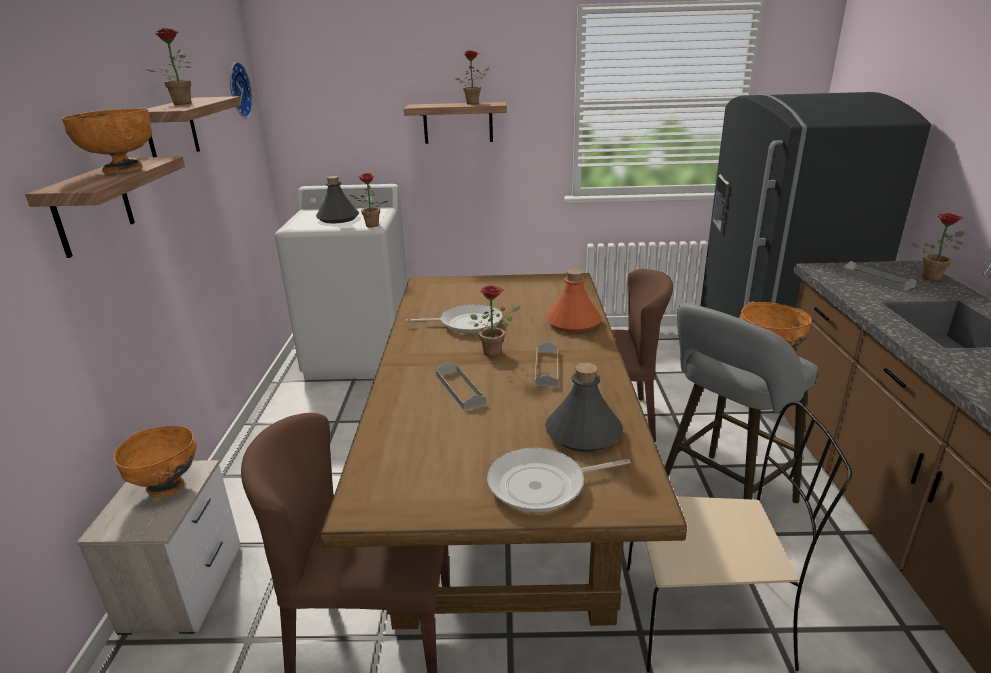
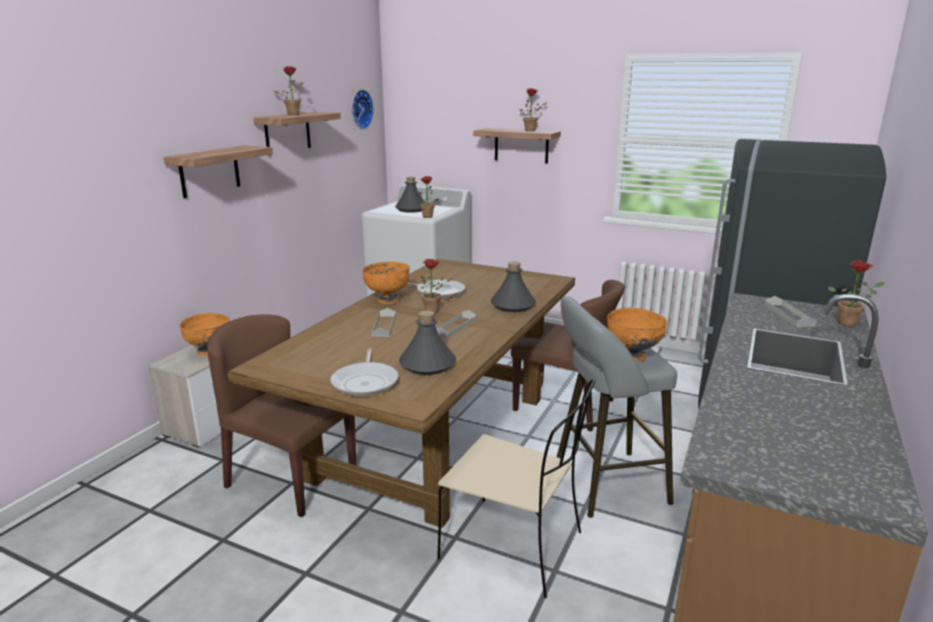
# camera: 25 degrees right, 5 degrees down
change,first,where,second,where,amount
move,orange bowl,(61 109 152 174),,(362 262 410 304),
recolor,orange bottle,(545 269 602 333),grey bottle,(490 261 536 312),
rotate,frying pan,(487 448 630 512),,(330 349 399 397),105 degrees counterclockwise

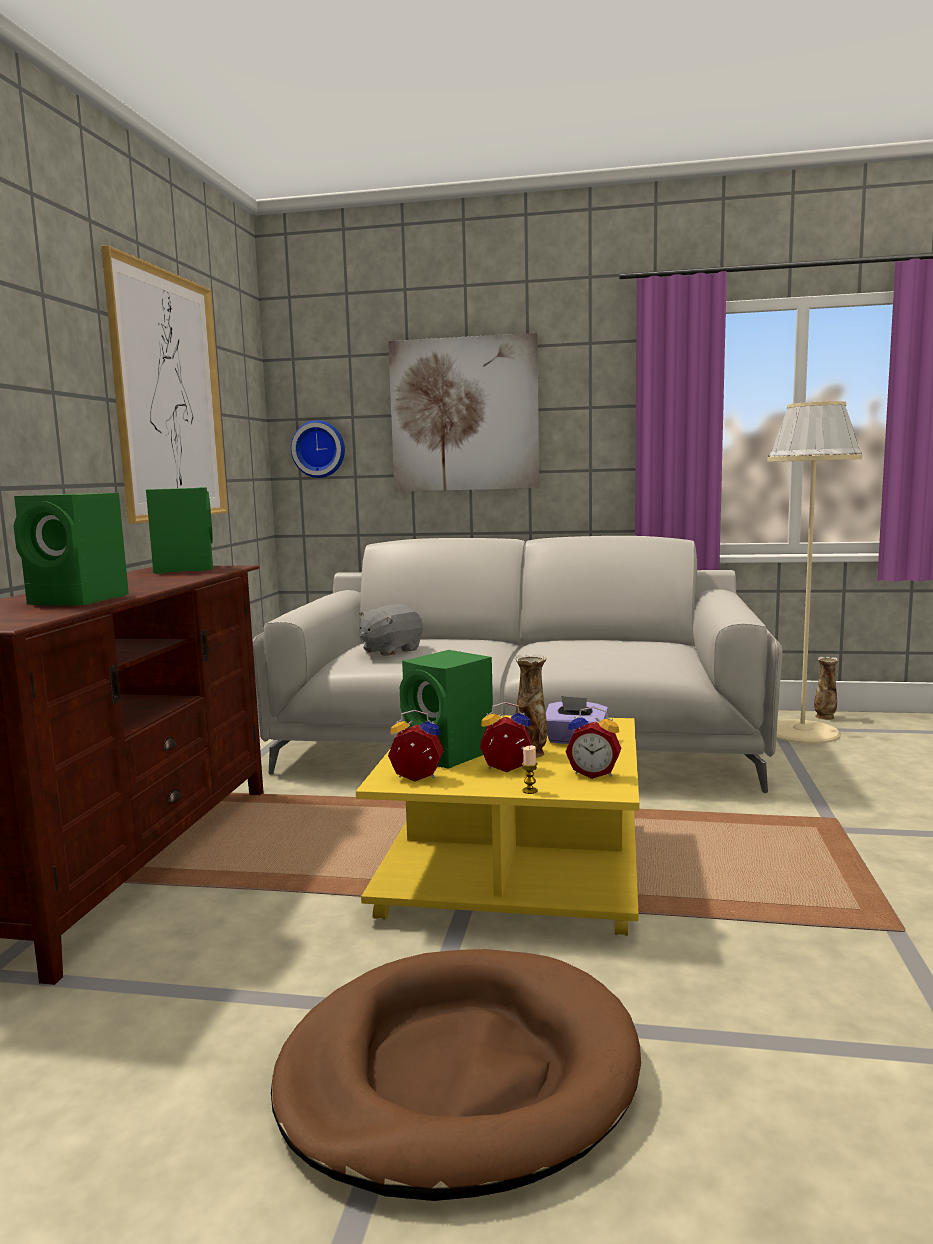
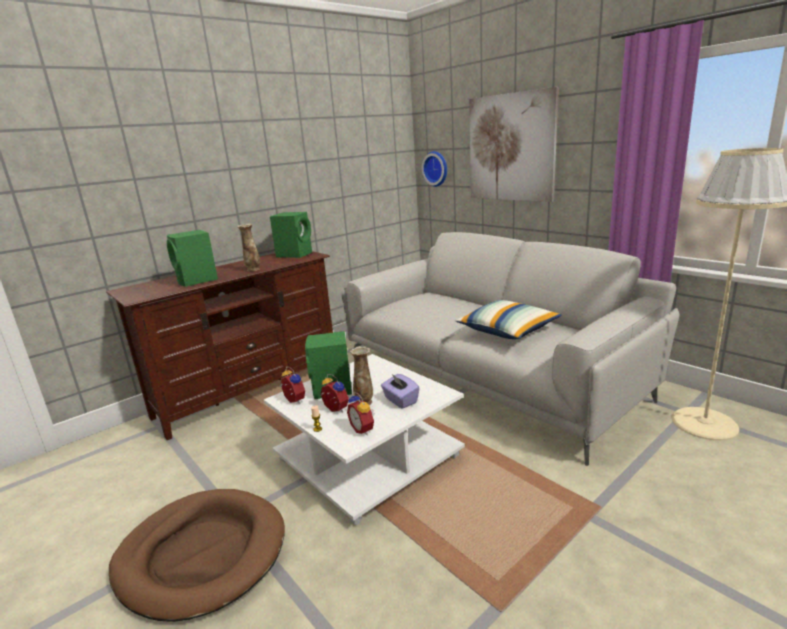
# camera: 40 degrees right, 10 degrees up
change,first,where,second,where,amount
delete,picture,(101 245 228 524),,,
delete,grey plush toy,(359 604 423 656),,,
move,vase,(814 657 839 720),,(237 224 261 271),
recolor,yellow coffee table,(356 715 639 936),white coffee table,(264 354 465 525),
insert,,,pillow,(456 300 562 339),

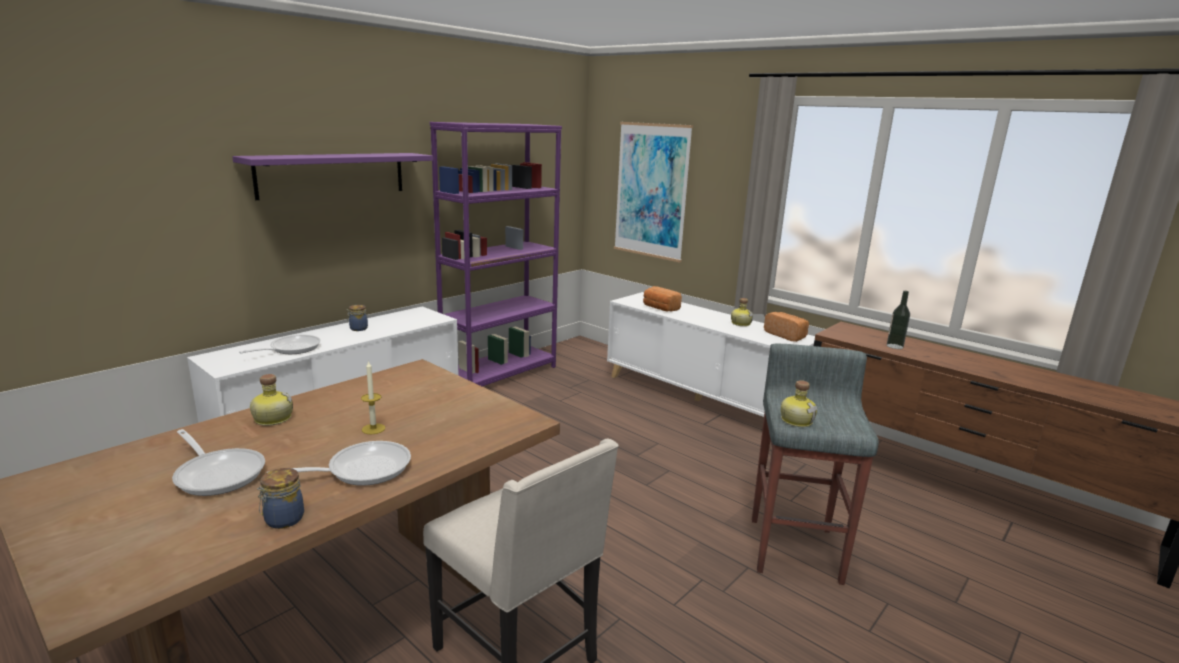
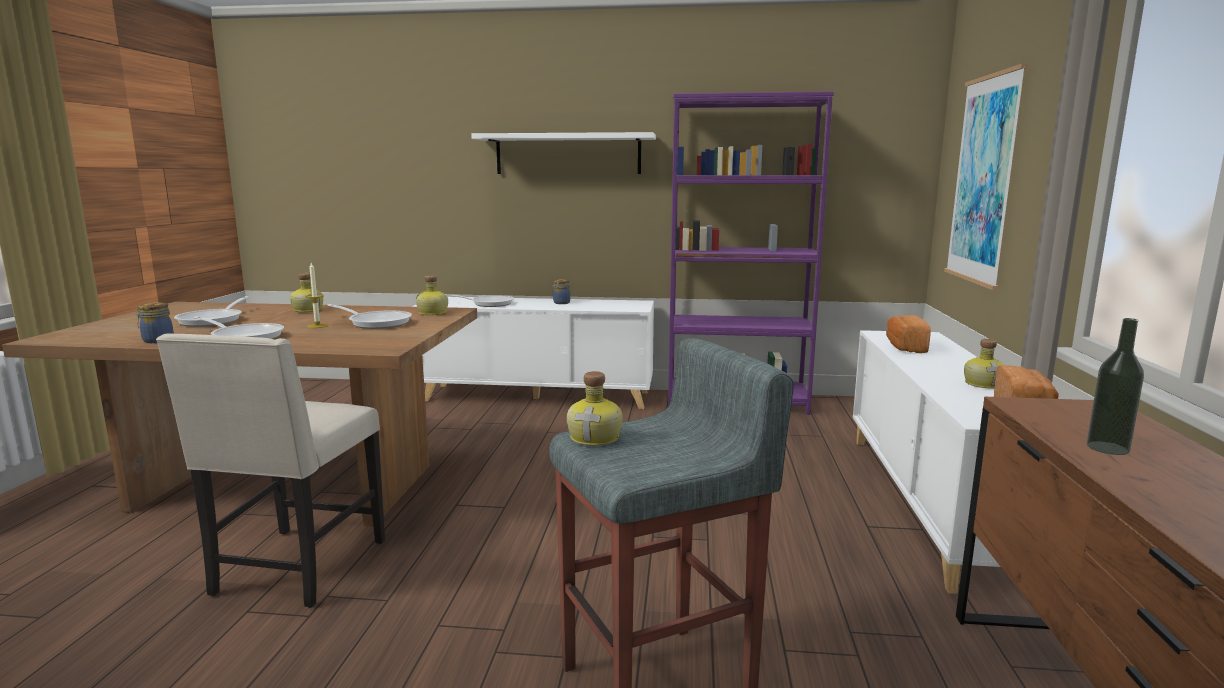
# camera: 55 degrees right, 5 degrees down
change,first,where,second,where,amount
recolor,purple shelf,(232 153 433 200),white shelf,(471 132 656 174),
insert,,,bottle,(416 275 448 315),
insert,,,frying pan,(327 304 412 329),

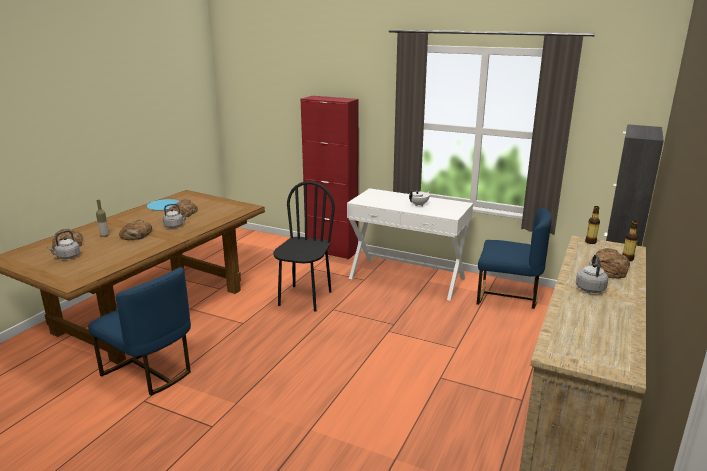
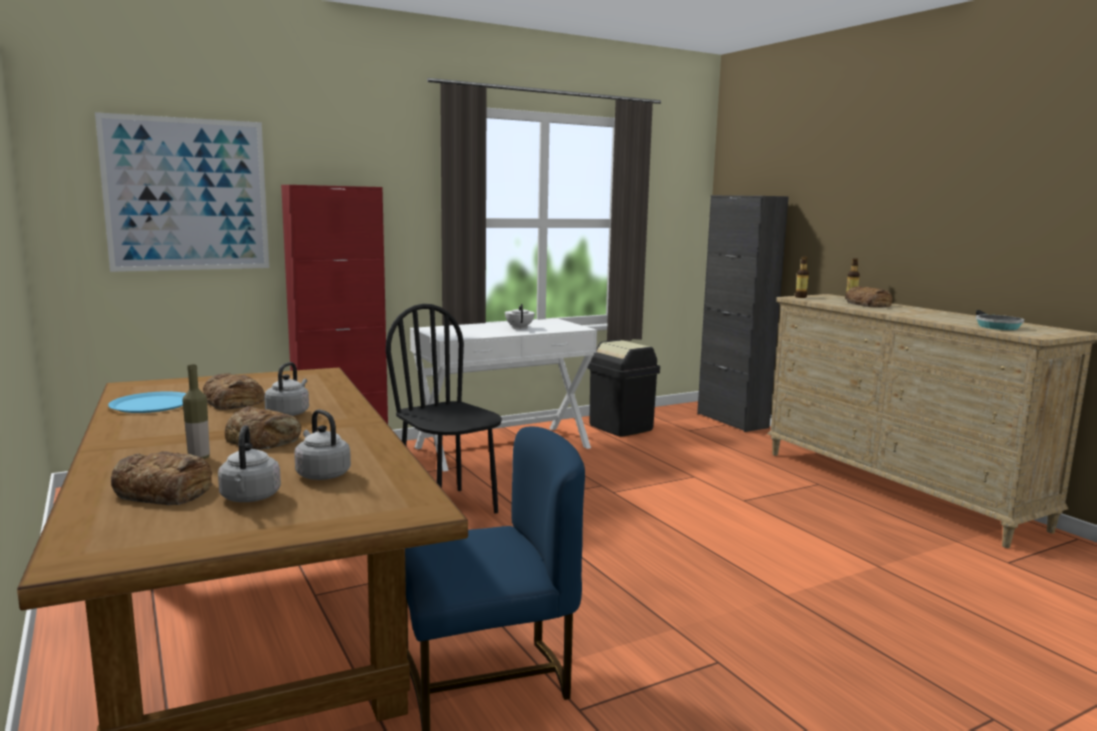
# camera: 55 degrees left, 10 degrees down
change,first,where,second,where,amount
replace,blue chair,(477 208 552 309),black trash can,(587 340 660 437),
move,grey kettle,(576 254 608 293),,(294 409 351 480),
insert,,,picture,(95 112 269 272),
insert,,,frying pan,(976 310 1024 330),

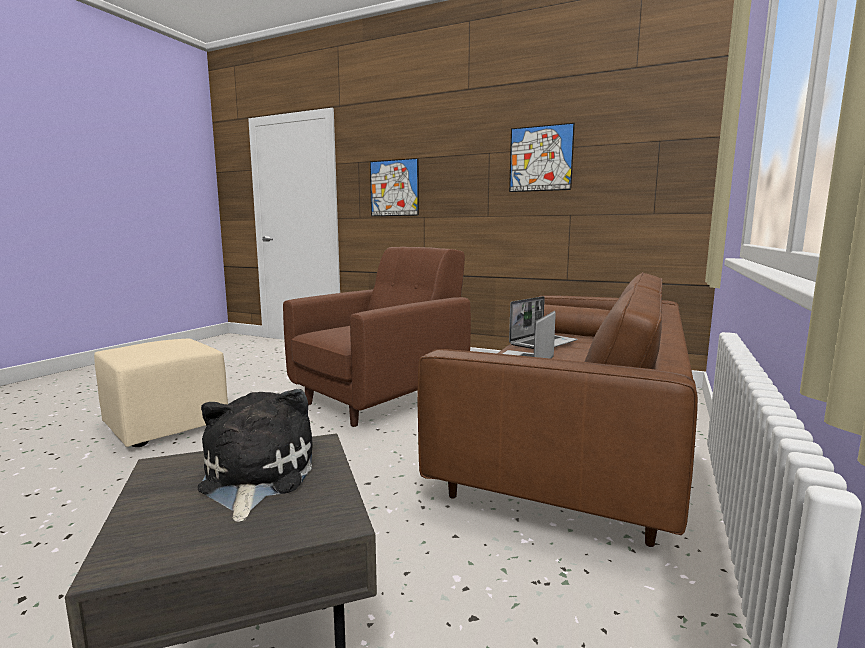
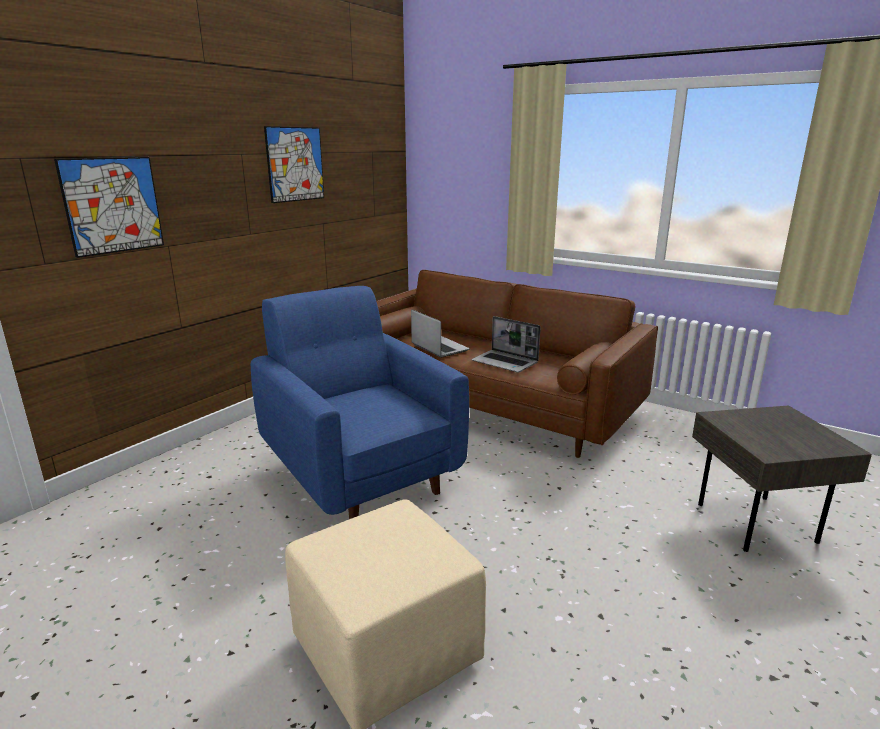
# camera: 80 degrees left, 10 degrees up
change,first,where,second,where,amount
recolor,brown armchair,(283 247 471 427),blue armchair,(251 286 469 519),
delete,plush toy,(198 389 313 522),,,

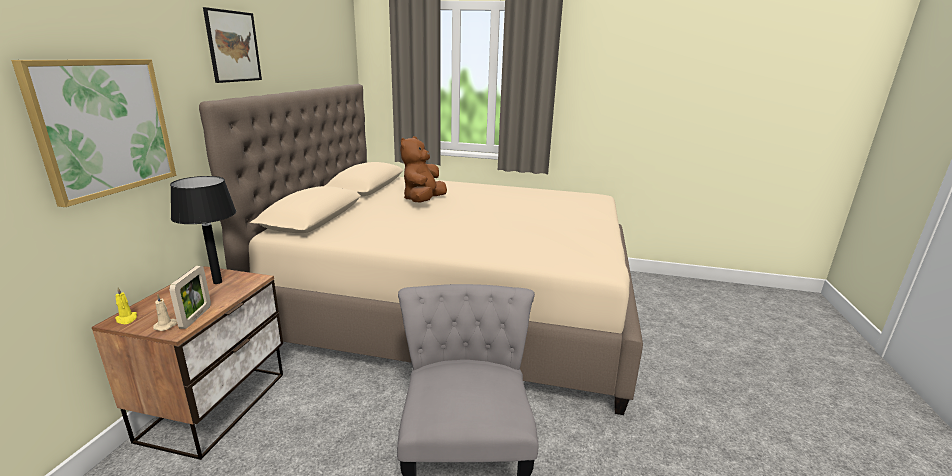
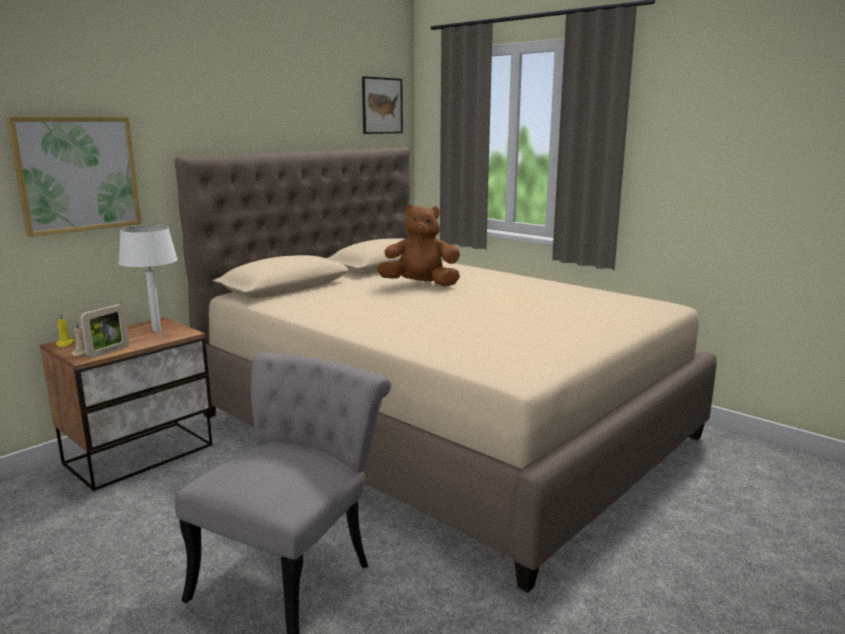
# camera: 30 degrees right, 5 degrees down
change,first,where,second,where,amount
move,picture,(203 7 262 83),,(362 76 403 134),
rotate,brown plush toy,(400 136 447 202),,(377 204 460 286),45 degrees clockwise
recolor,black table lamp,(170 176 236 284),white table lamp,(118 225 178 332),

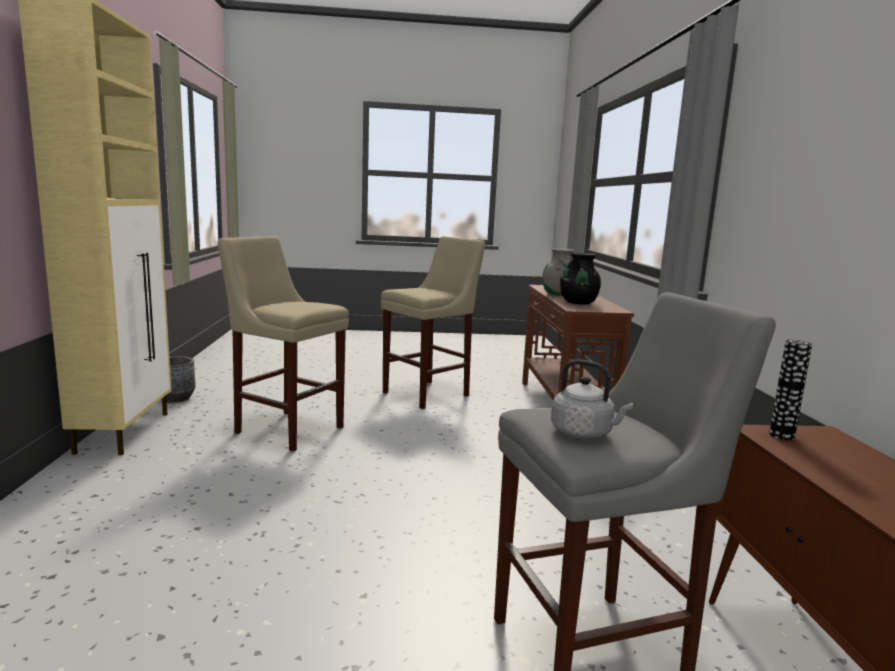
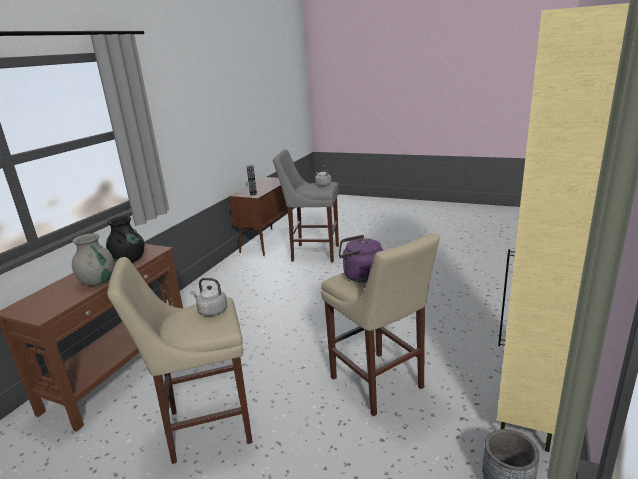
# camera: 150 degrees left, 10 degrees up
change,first,where,second,where,amount
insert,,,purple kettle,(339 235 383 283),
insert,,,grey kettle,(190 278 227 316),

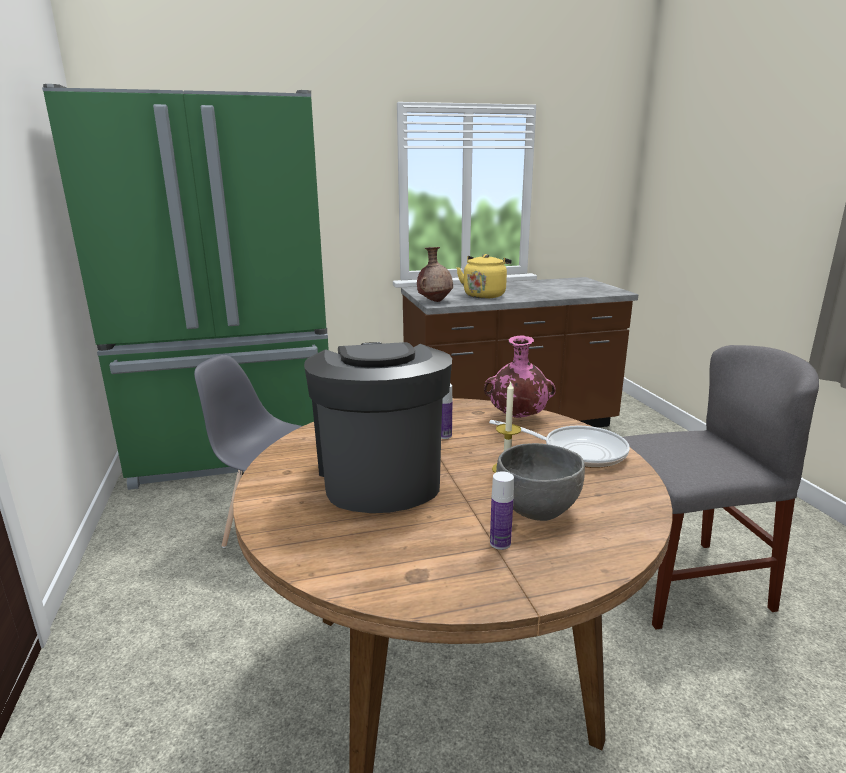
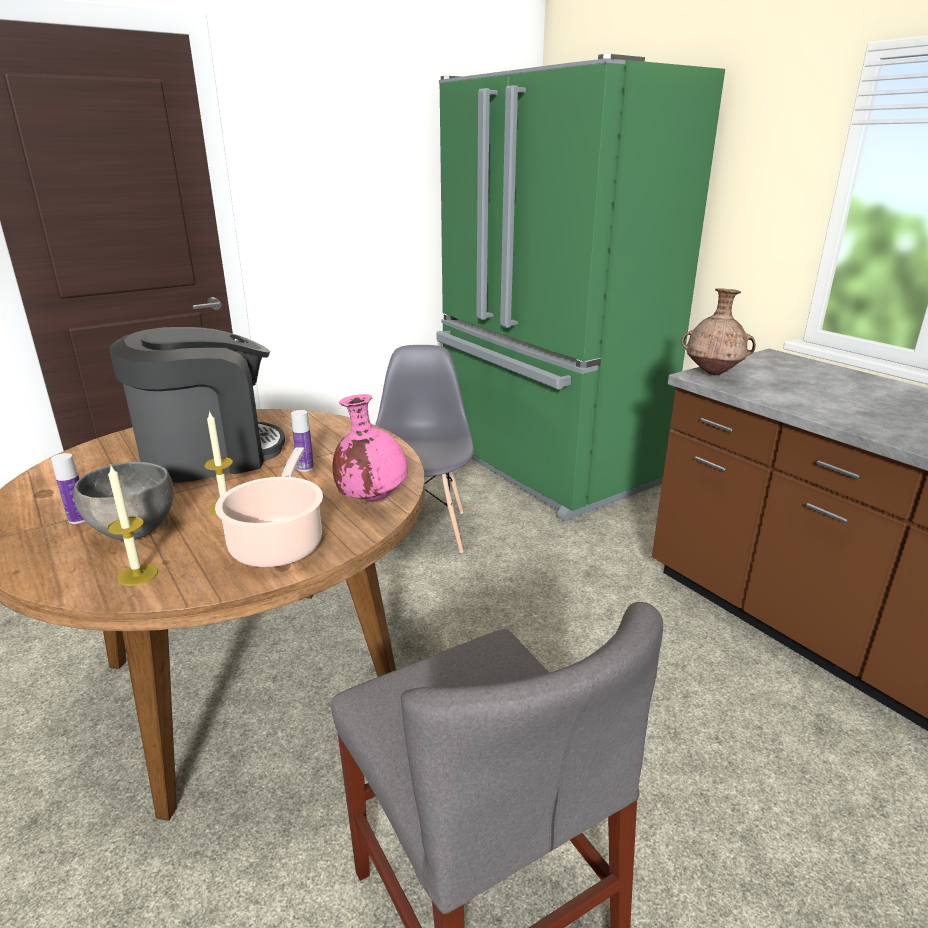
# camera: 70 degrees right, 5 degrees up
change,first,where,second,where,amount
delete,yellow kettle,(456 254 512 299),,,
replace,frying pan,(489 420 630 468),cooking pot,(215 447 323 568),
insert,,,candle,(107 466 158 586),

